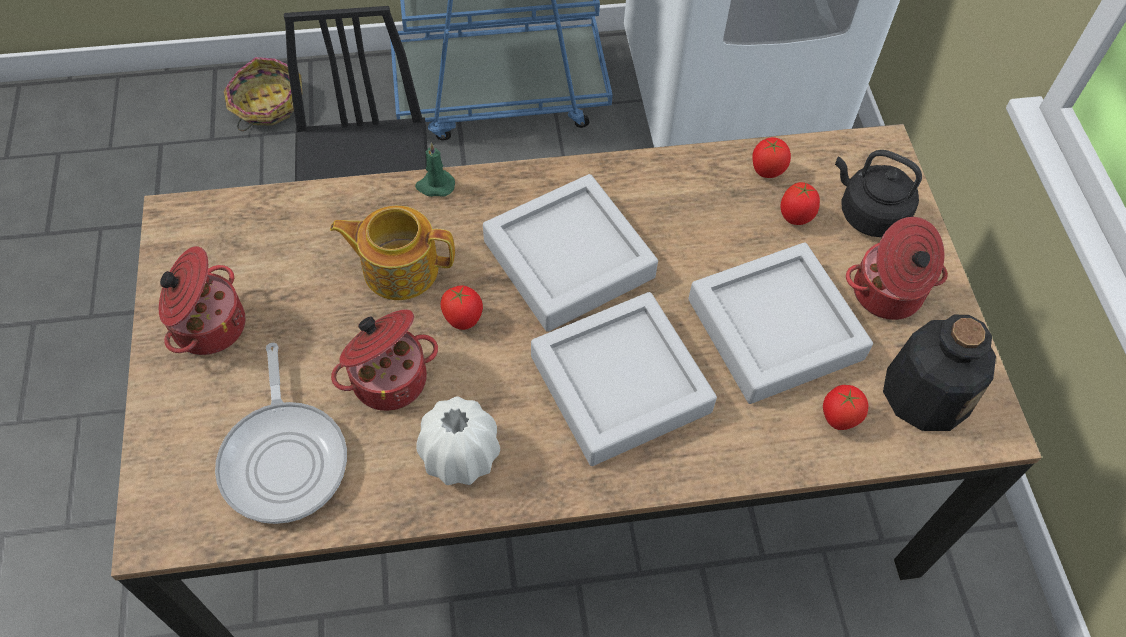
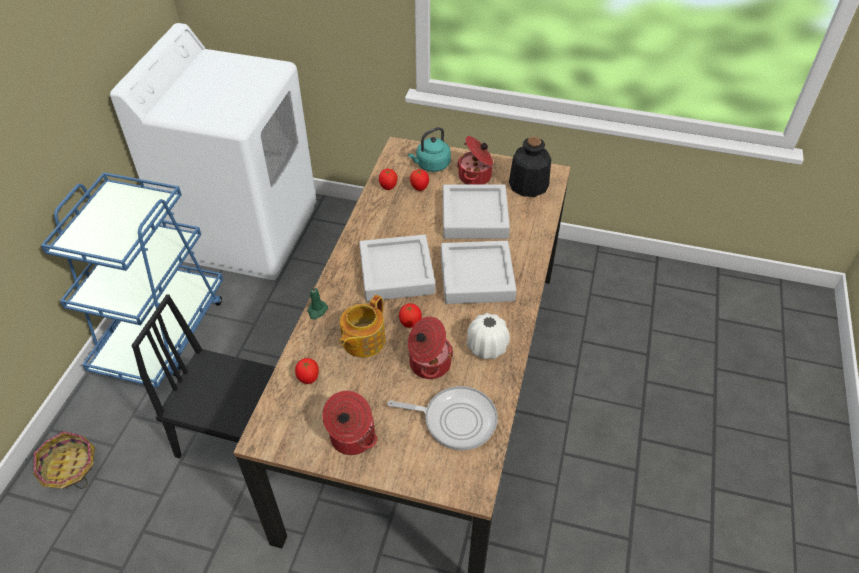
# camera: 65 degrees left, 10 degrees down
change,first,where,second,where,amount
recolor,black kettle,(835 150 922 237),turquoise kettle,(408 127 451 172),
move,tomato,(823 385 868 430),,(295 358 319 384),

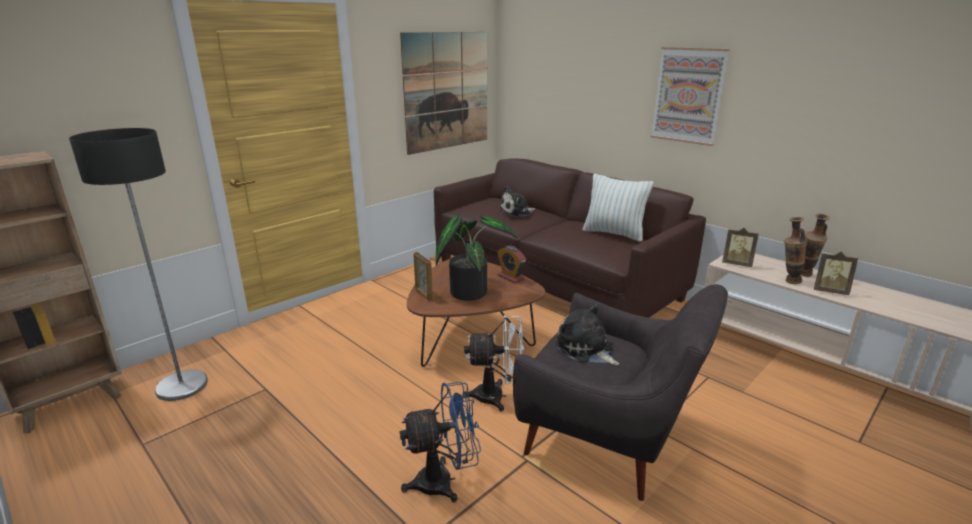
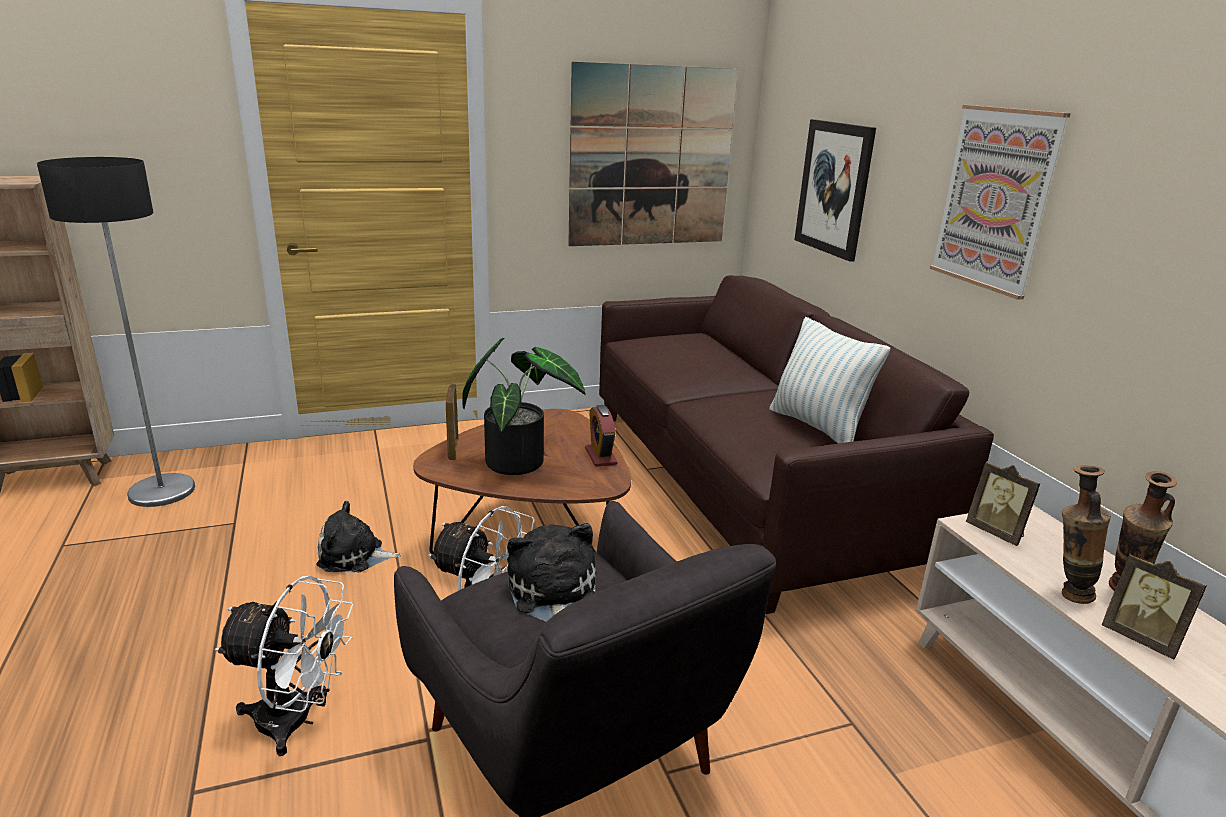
# camera: 25 degrees right, 0 degrees up
change,first,where,second,where,amount
move,plush toy,(499 186 536 217),,(316 501 401 572),
recolor,blue fan,(400 382 481 502),white fan,(215 576 353 756),
insert,,,picture,(795 119 876 262),

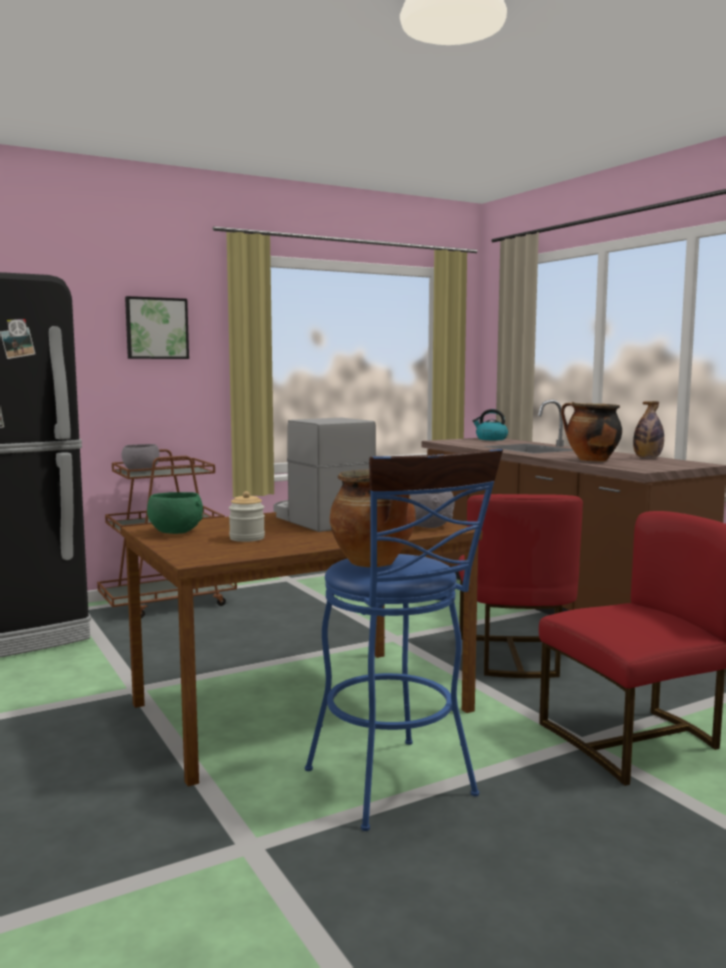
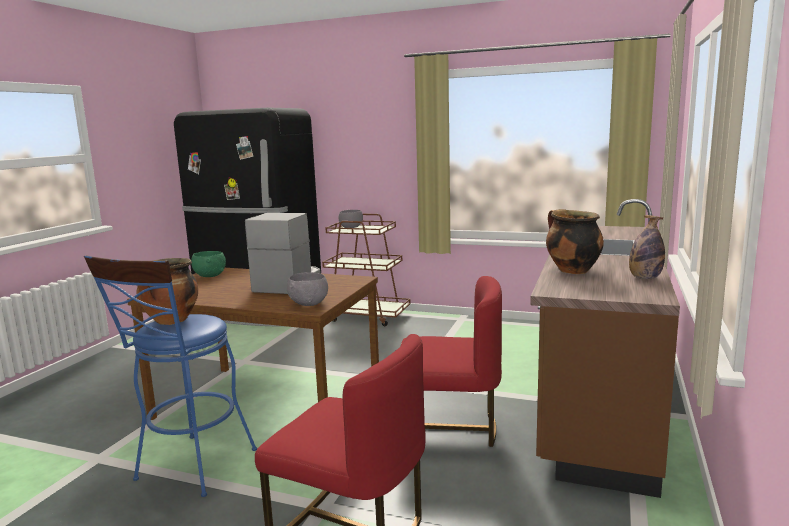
# camera: 50 degrees right, 5 degrees up
change,first,where,second,where,amount
delete,picture,(125 296 189 359),,,
delete,kettle,(472 409 508 440),,,
delete,jar,(229 491 265 542),,,
rotate,red chair,(458 494 583 678),,(401 276 502 447),135 degrees counterclockwise

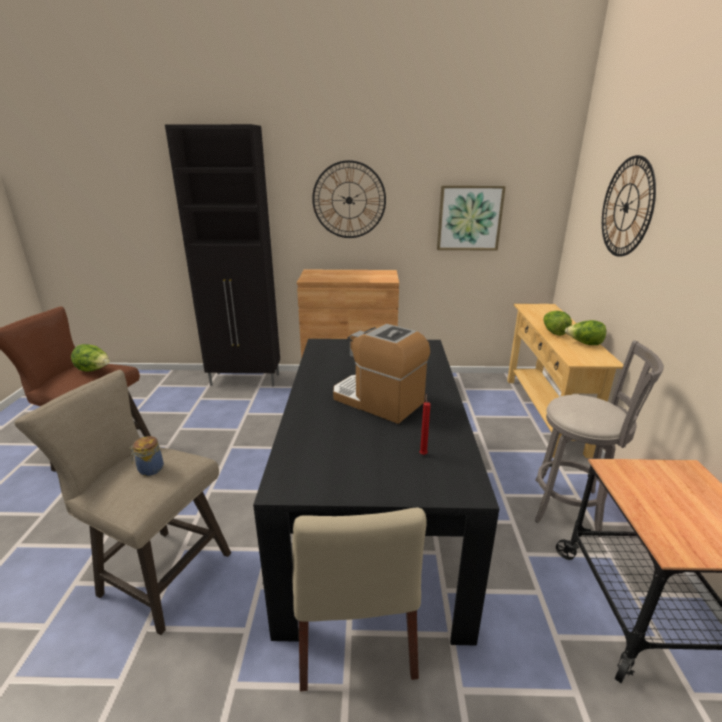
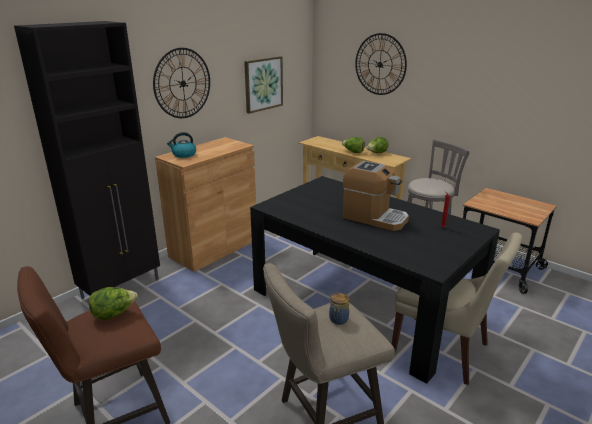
# camera: 50 degrees left, 0 degrees up
change,first,where,second,where,amount
rotate,coffee machine,(333 324 430 424),,(343 161 409 231),135 degrees counterclockwise
insert,,,kettle,(167 132 196 158),

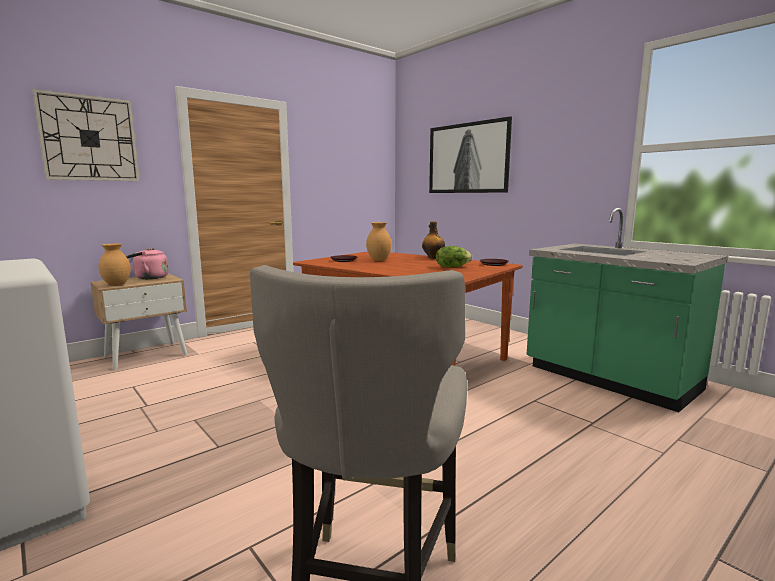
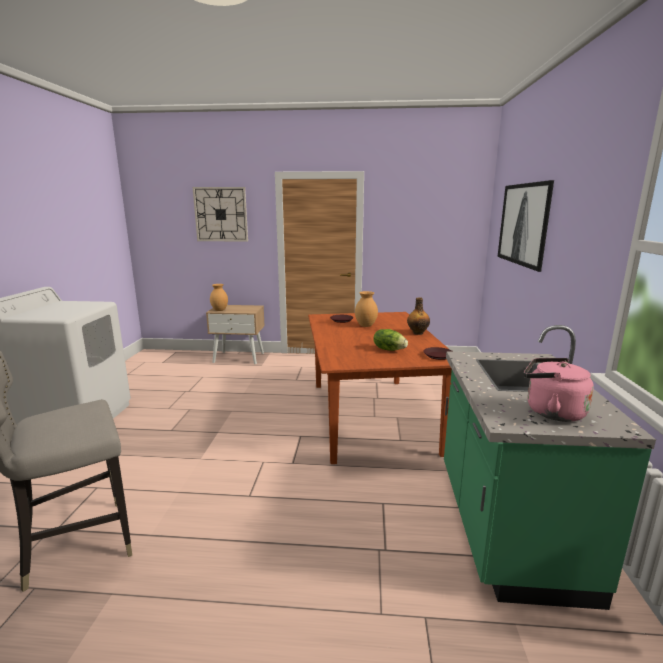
# camera: 45 degrees right, 5 degrees up
change,first,where,second,where,amount
move,pink kettle,(126 248 169 279),,(524 358 594 422),

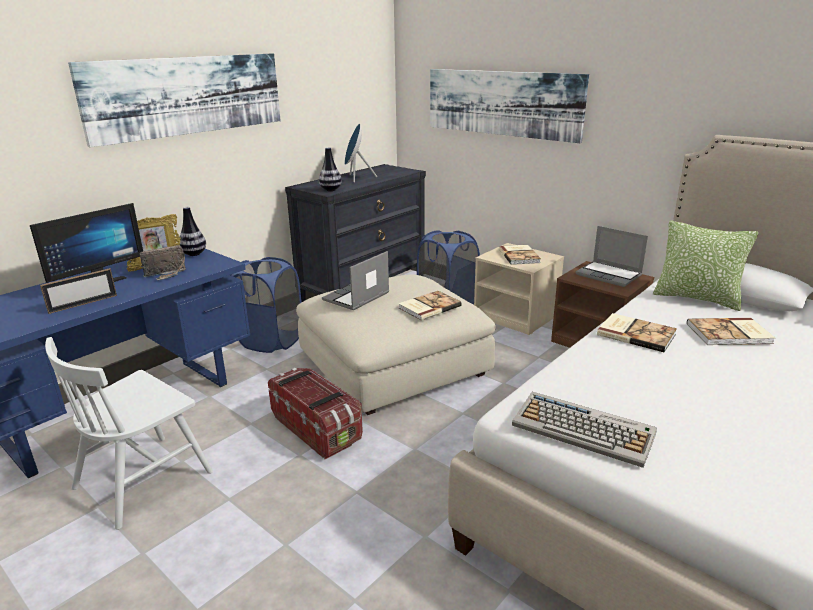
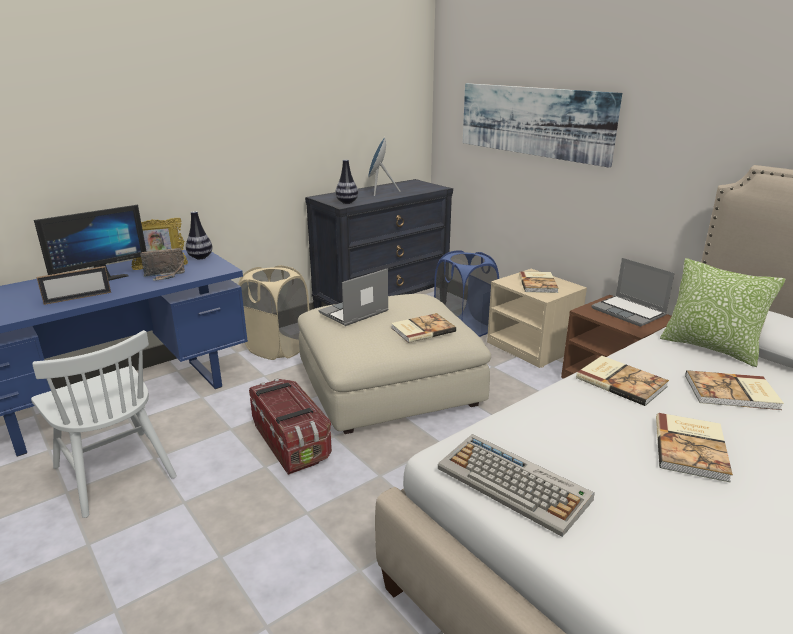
# camera: 10 degrees right, 0 degrees up
change,first,where,second,where,amount
delete,picture,(68 53 281 147),,,
recolor,blue laundry basket,(231 257 302 353),beige laundry basket,(238 265 310 360),
rotate,white chair,(45 337 213 530),,(31 330 177 518),90 degrees counterclockwise
insert,,,book,(656 413 733 482),

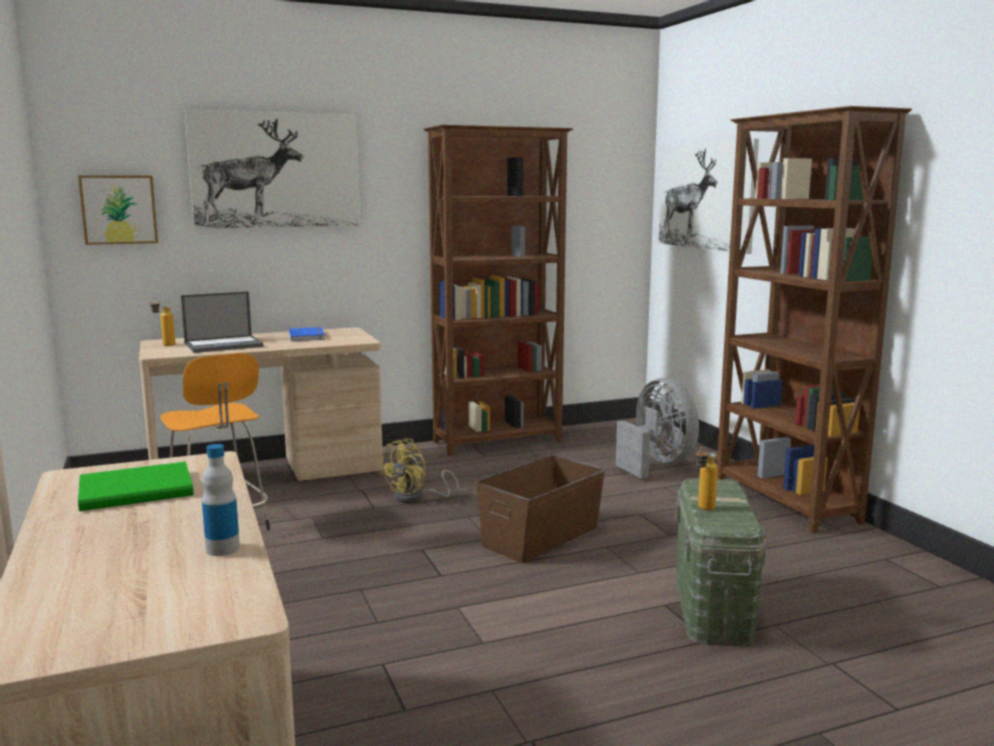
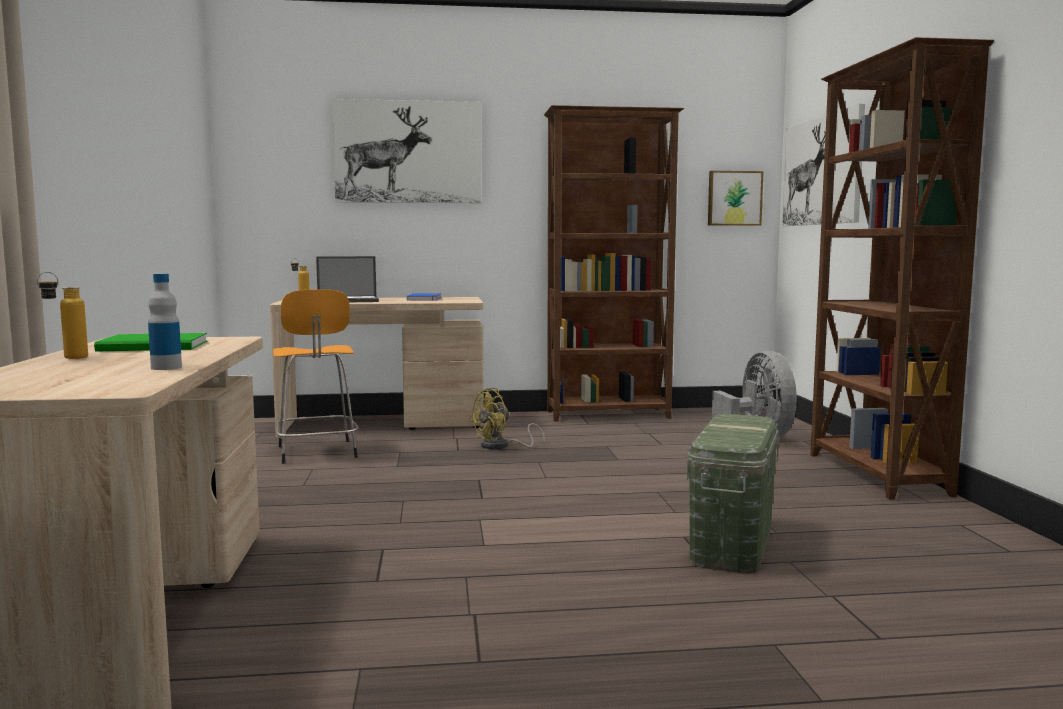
# camera: 15 degrees right, 5 degrees down
change,first,where,second,where,amount
move,picture,(78 175 158 245),,(708 171 764 226),
move,bottle,(695 446 718 510),,(37 272 88 359),
delete,brown storage box,(476 454 605 563),,,

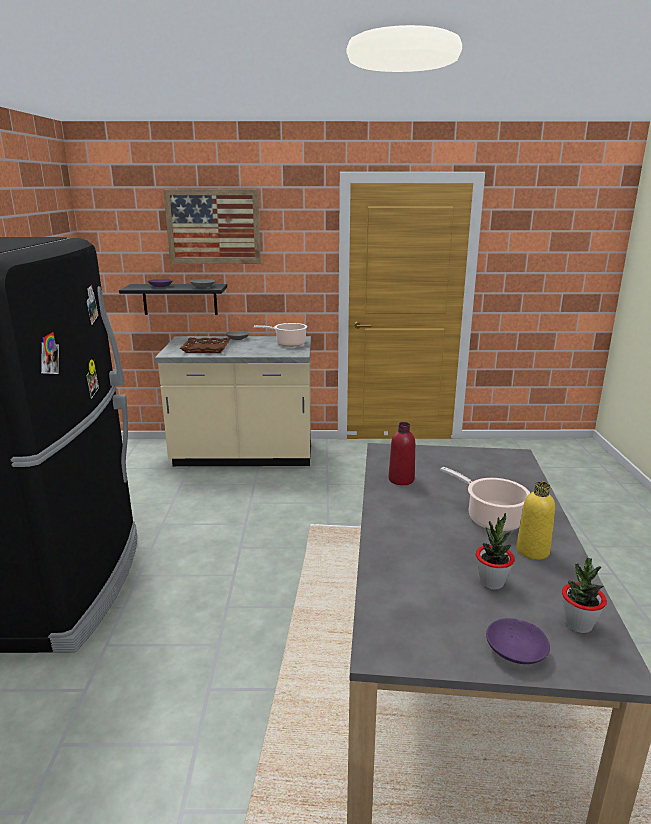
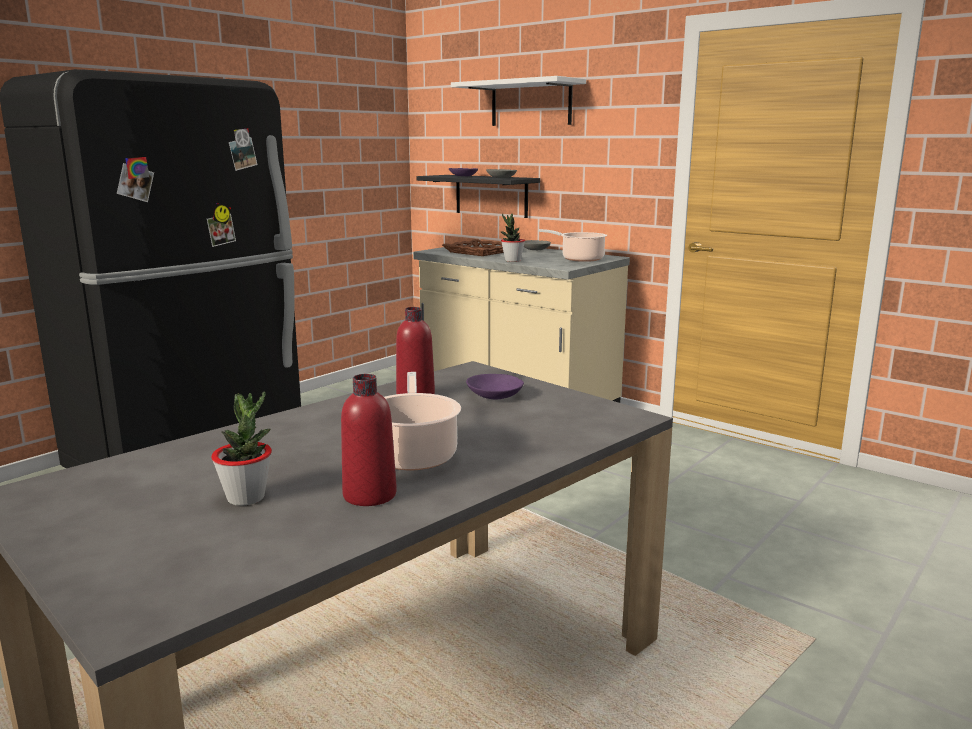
# camera: 40 degrees right, 5 degrees down
change,first,where,second,where,amount
replace,picture,(163 189 261 264),white shelf,(451 76 586 126),
recolor,yellow bottle,(516 481 555 560),red bottle,(341 374 397 506),
move,potted plant,(562 558 607 633),,(501 214 525 262),
move,purple bowl,(486 618 550 664),,(466 374 524 399),

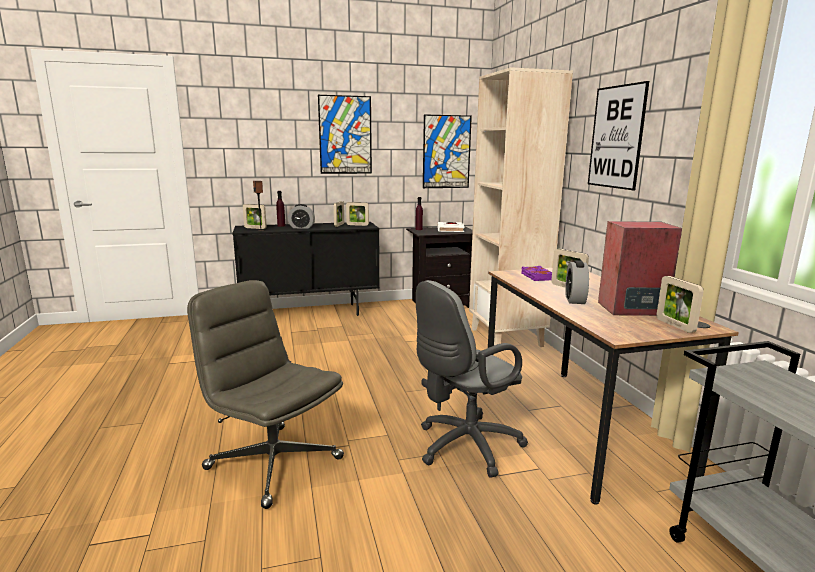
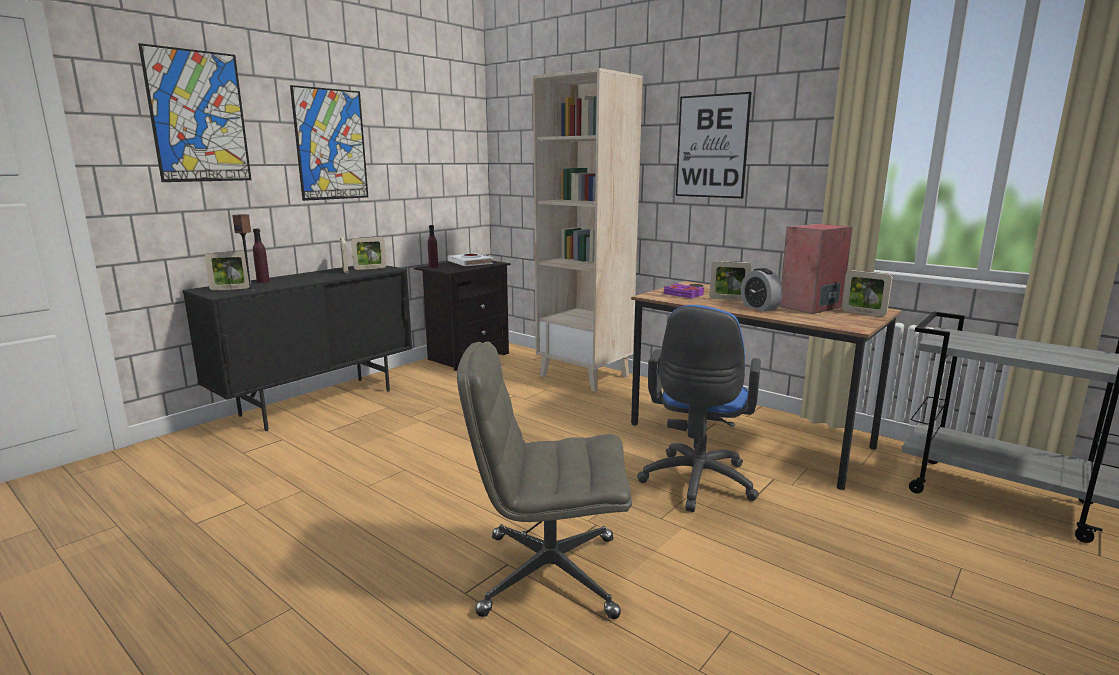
# camera: 35 degrees left, 0 degrees up
change,first,where,second,where,amount
move,picture,(423 114 472 188),,(138 43 251 182),
delete,alarm clock,(288 204 315 228),,,
recolor,grey office chair,(416 280 528 478),blue office chair,(637 305 761 512),

